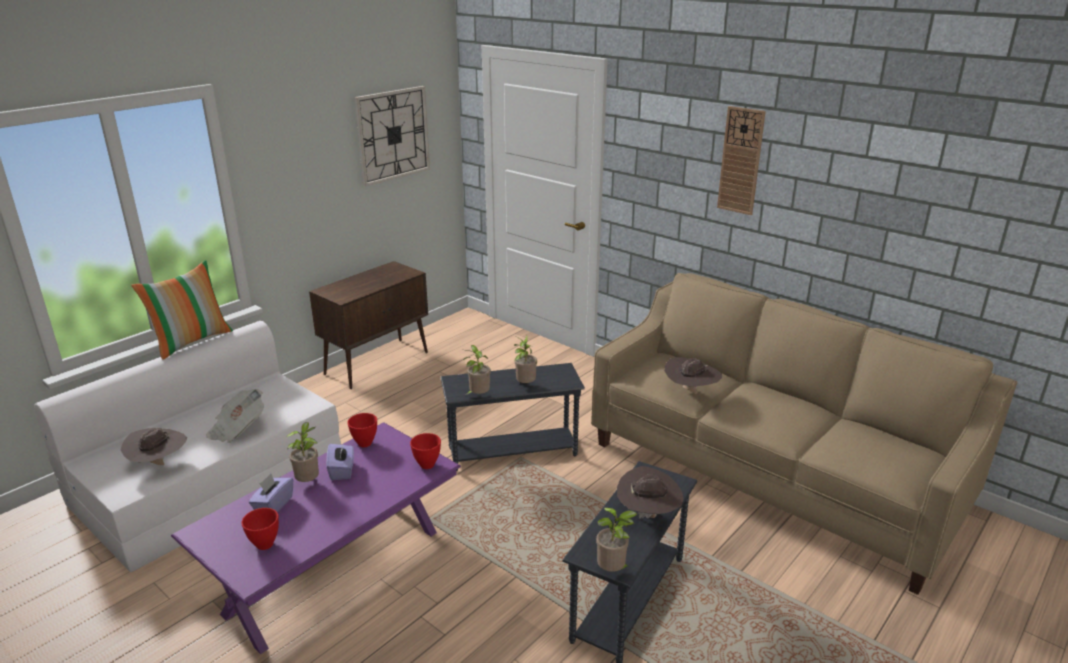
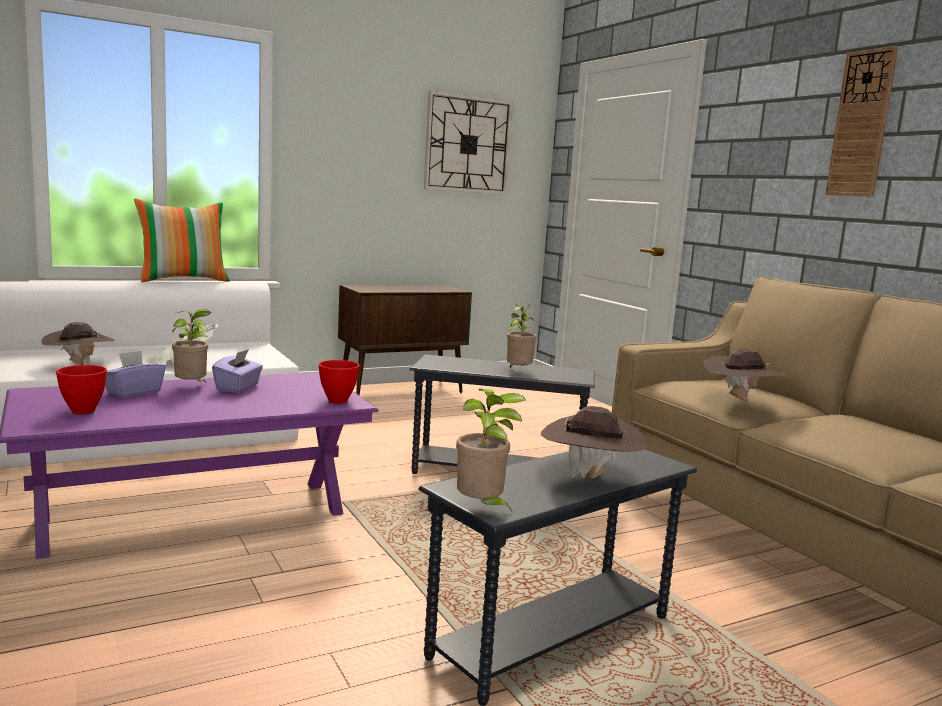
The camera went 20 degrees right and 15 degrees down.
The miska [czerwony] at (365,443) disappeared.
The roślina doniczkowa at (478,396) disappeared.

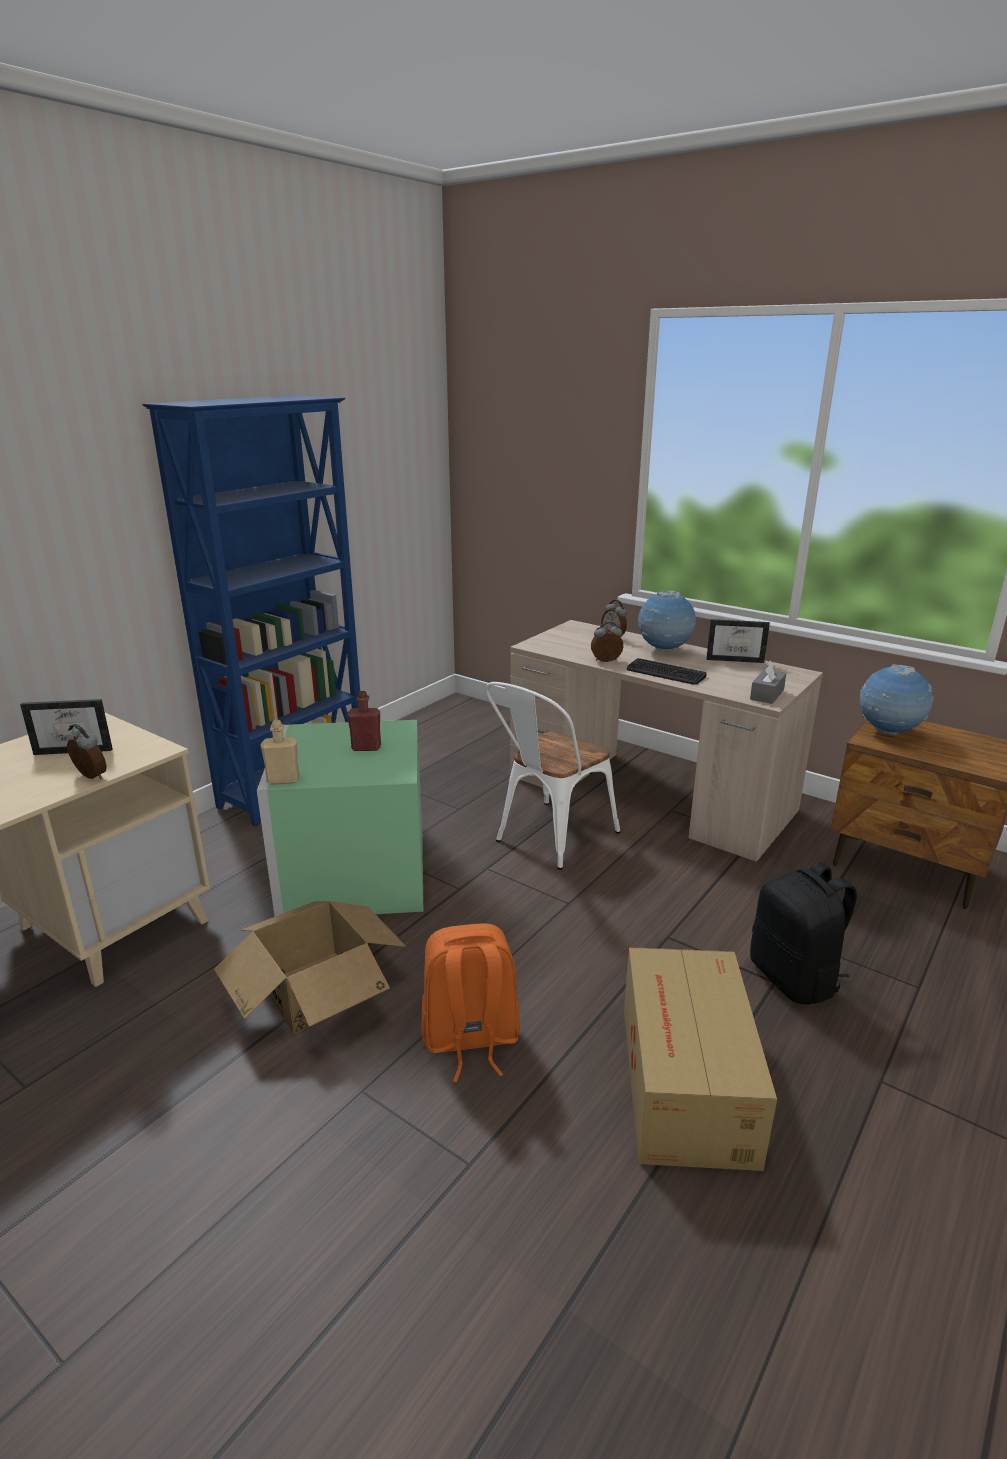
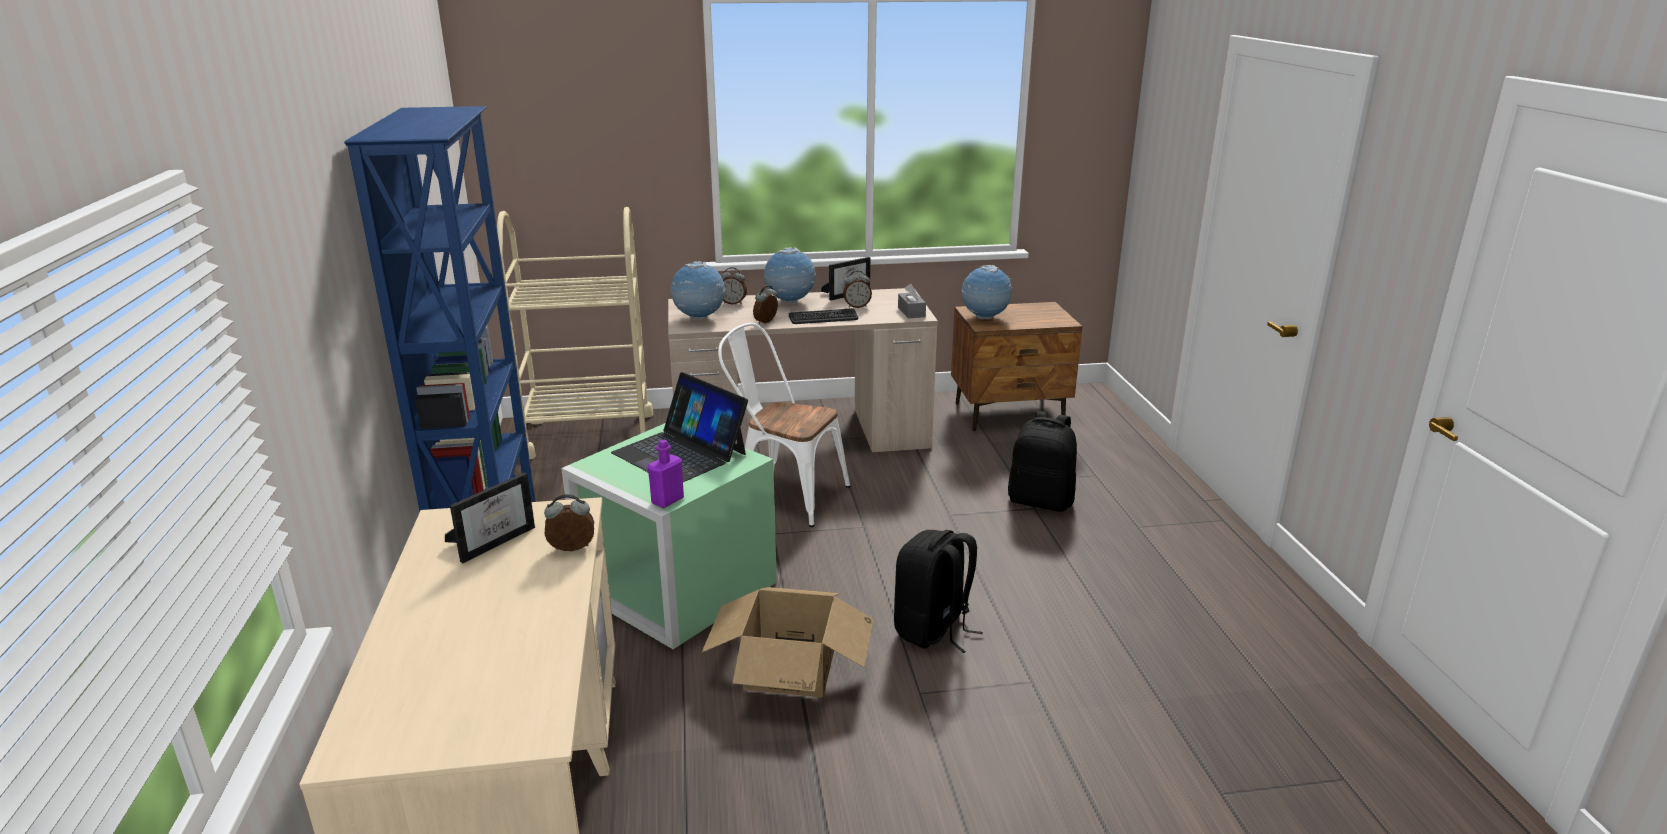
The camera went 45 degrees left and 0 degrees up.
The wózek [beżowy] at (589,435) appeared.
The butelka [czerwony] at (366,747) was replaced by the laptop at (680,453).
The butelka [beżowy] at (283,780) became the butelka [fioletowy] at (667,500).
The globus at (699,319) appeared.
The krzesło [biały] at (549,839) turned 120 degrees clockwise.
The budzik at (857,306) appeared.
The plecak [pomarańczowy] at (470,1040) became the plecak [czarny] at (933,630).
The karton at (685,1084) disappeared.

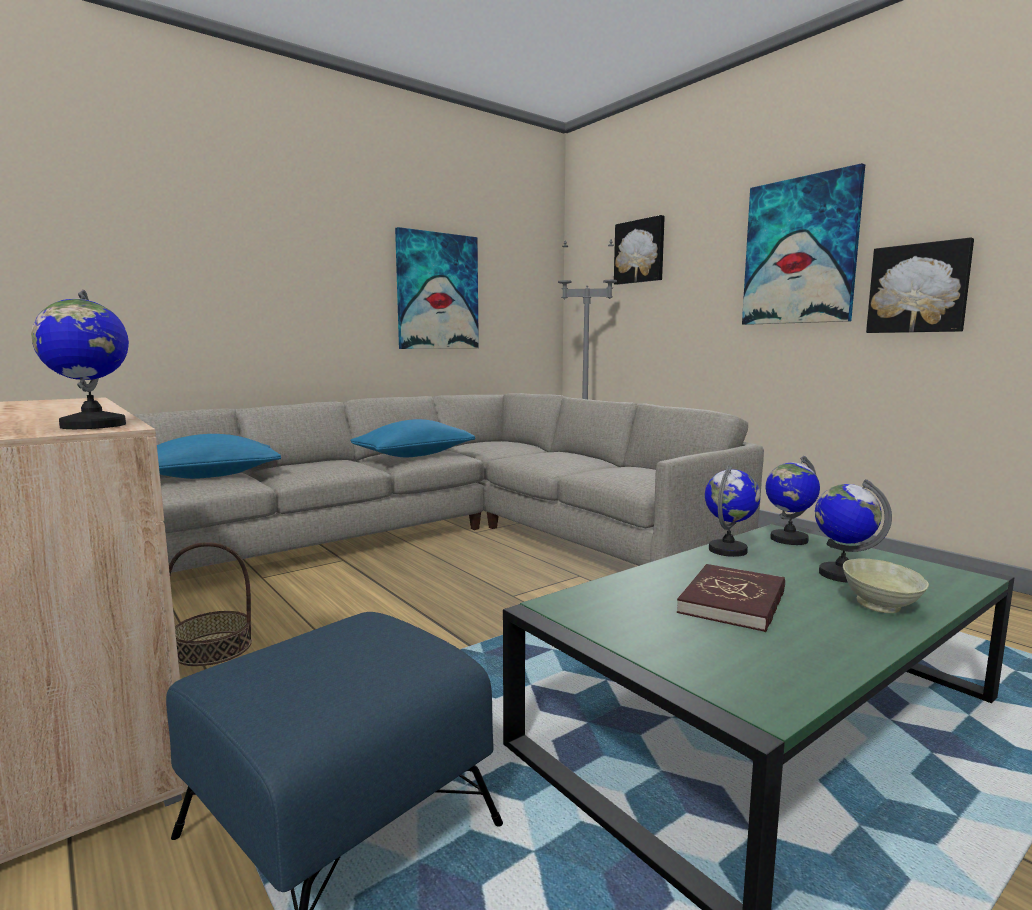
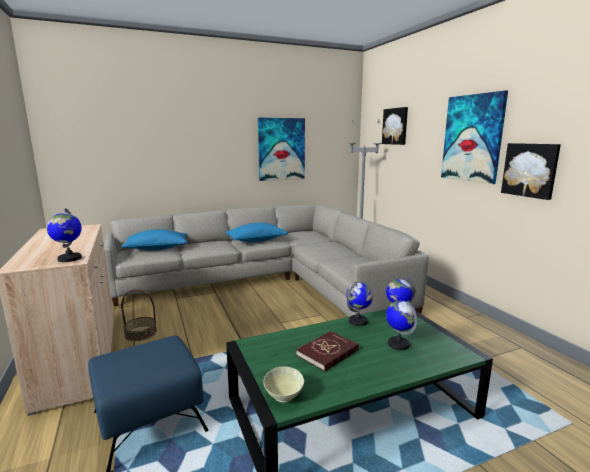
The camera went 15 degrees right and 5 degrees up.
The miska [beżowy] moved from (880,607) to (283,396).

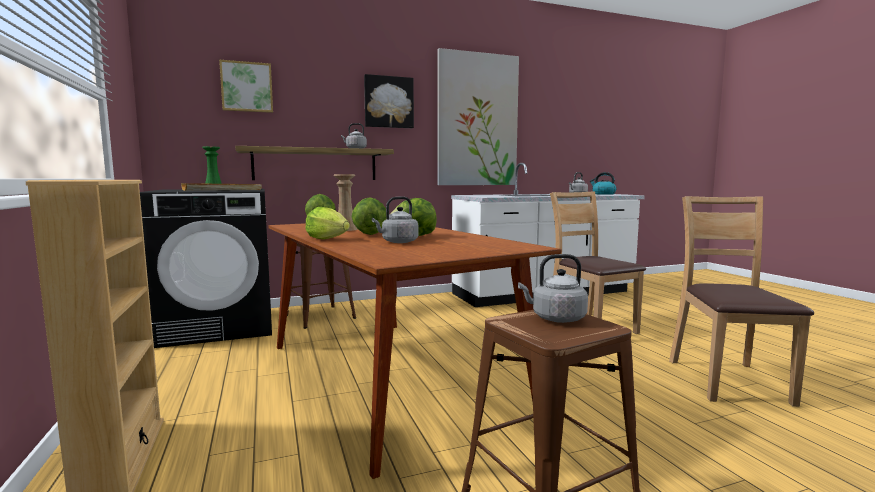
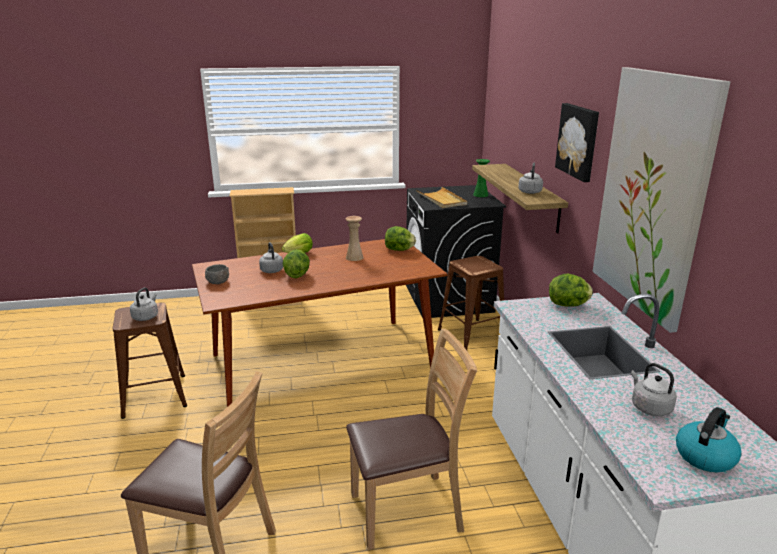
The camera went 100 degrees right and 15 degrees up.
The miska [szary] at (218,281) appeared.
The sałata moved from (370,234) to (568,305).
The obraz at (247,87) disappeared.

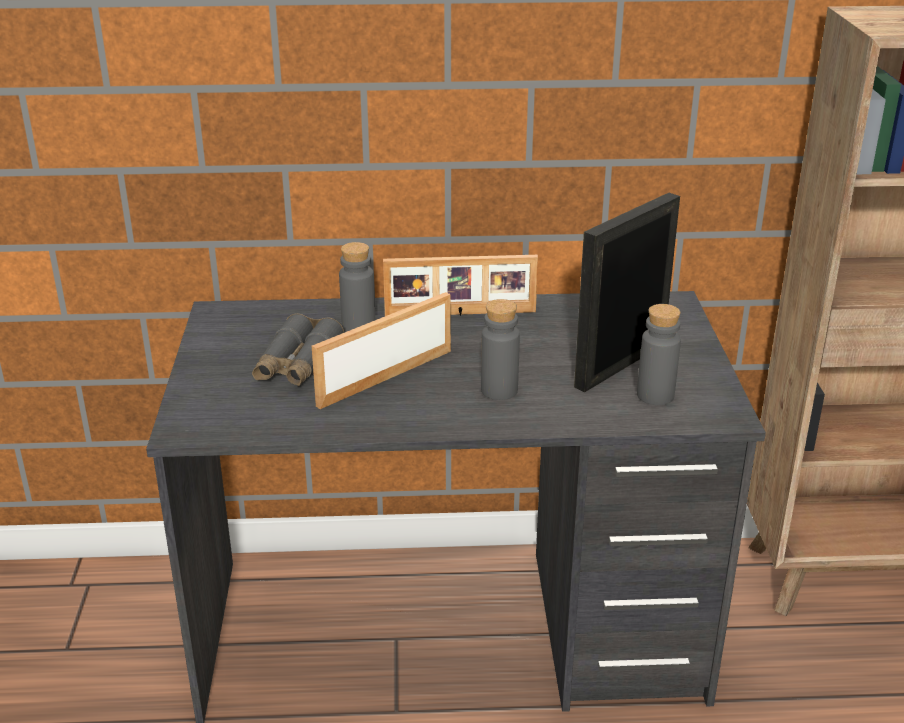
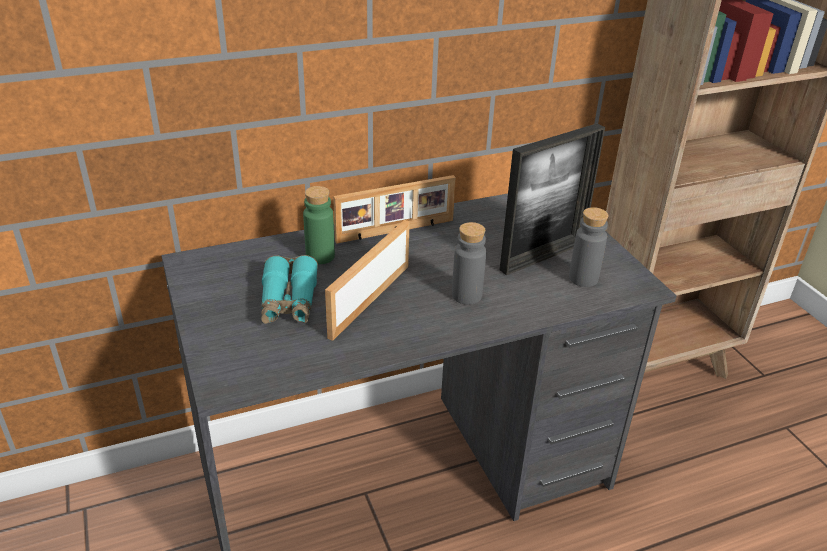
The camera went 20 degrees left and 5 degrees up.
The lornetka [szary] at (297,364) became the lornetka [turkusowy] at (289,301).
The butelka [szary] at (358,326) became the butelka [zielony] at (320,256).
The ramka na zdjęcie at (620,365) turned 150 degrees counterclockwise.

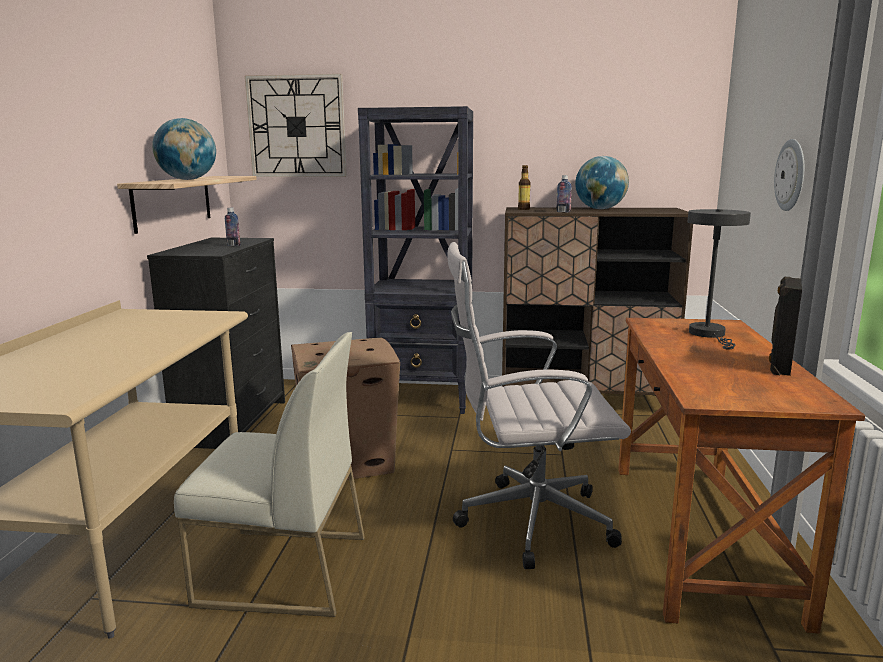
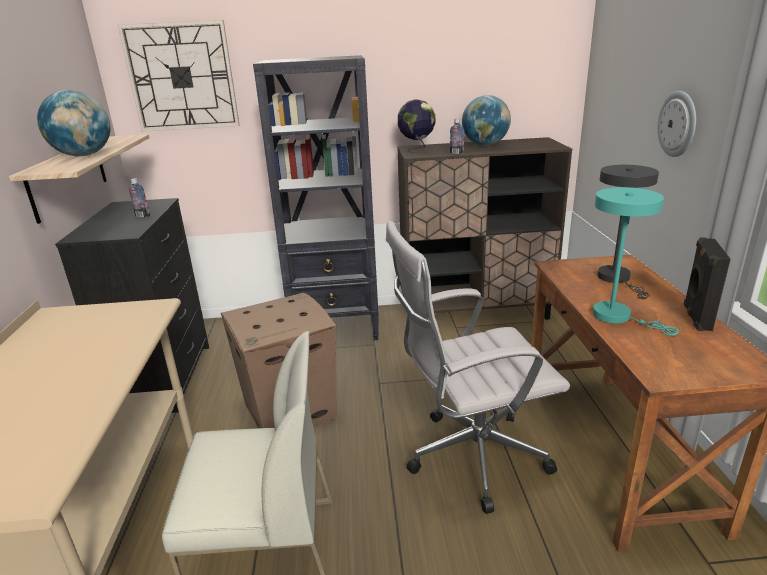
The camera went 10 degrees left and 10 degrees up.
The butelka at (523,209) was replaced by the globus at (416,150).
The lampa stołowa [turkusowy] at (618,317) appeared.

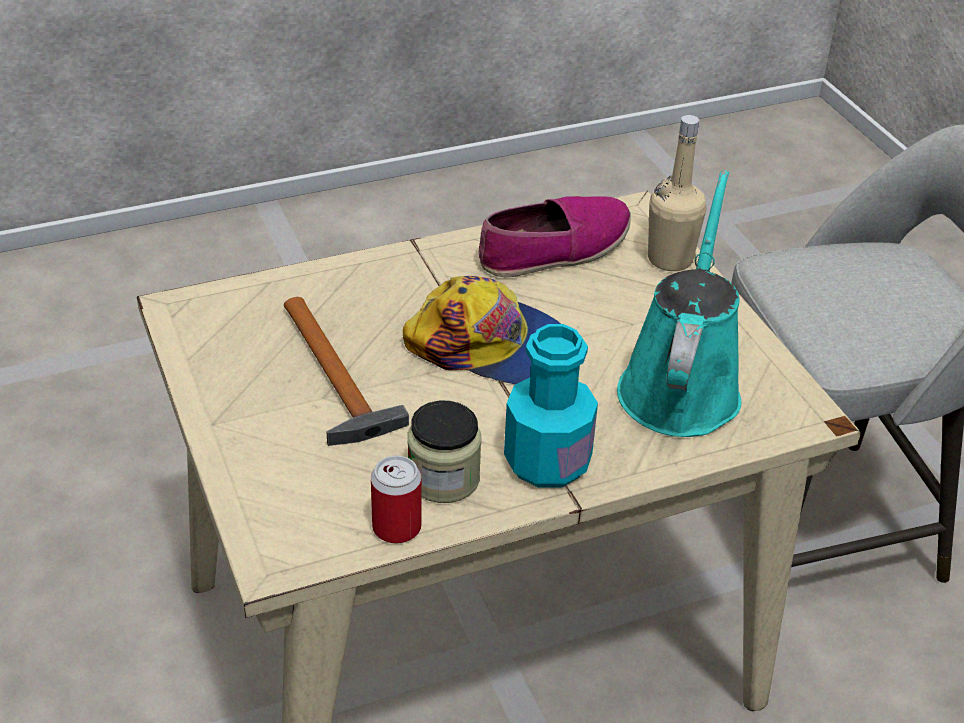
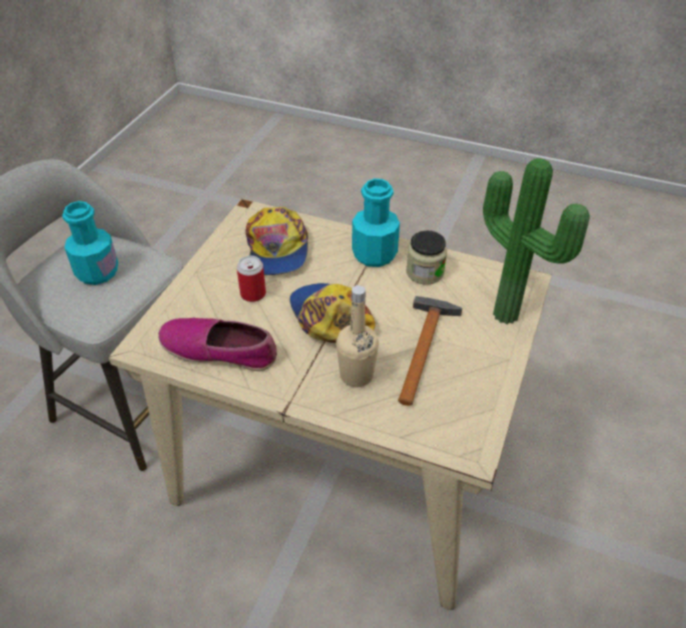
The camera went 135 degrees left and 5 degrees up.
The butelka [turkusowy] at (97,272) appeared.
The puszka moved from (396,527) to (253,294).
The konewka [turkusowy] at (680,386) was replaced by the czapka z daszkiem at (277,249).
The butelka [beżowy] moved from (670,259) to (356,375).
The roślina doniczkowa at (509,312) appeared.

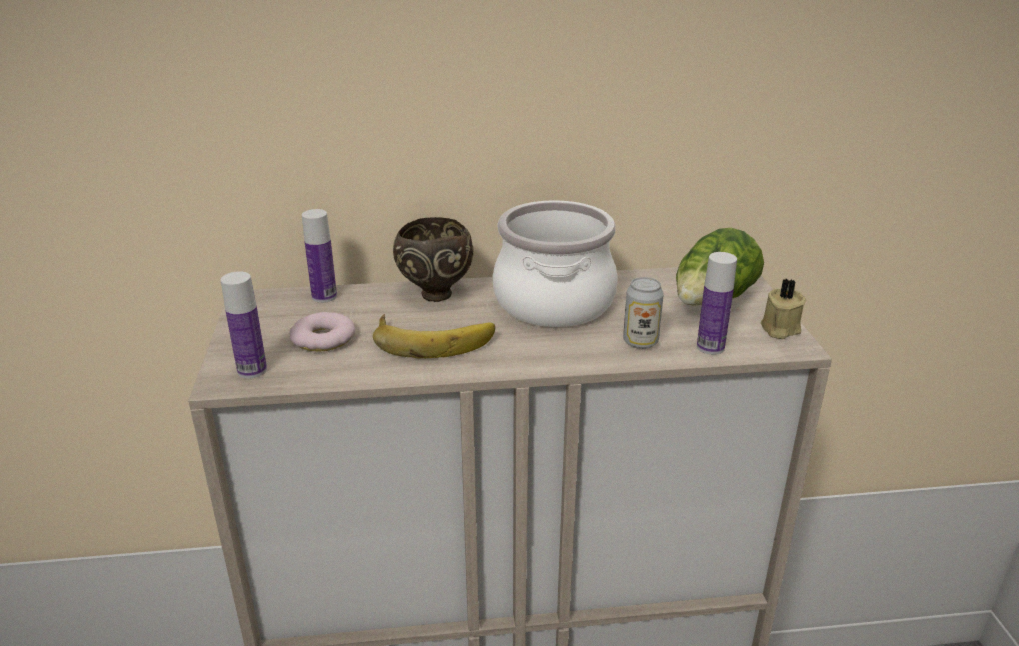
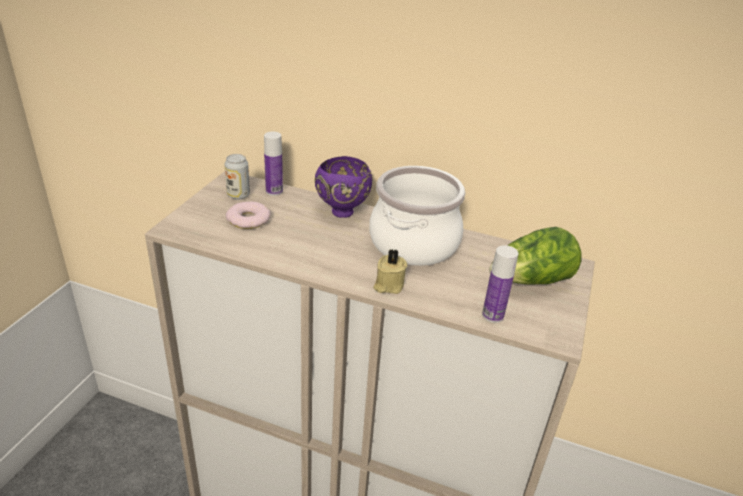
The camera went 25 degrees right and 5 degrees up.
The puszka moved from (640,342) to (238,195).
The miska [brązowy] at (435,294) became the miska [fioletowy] at (342,211).
The świeca [beżowy] moved from (779,329) to (388,285).
The butelka at (252,370) disappeared.
The banan at (433,338) disappeared.

